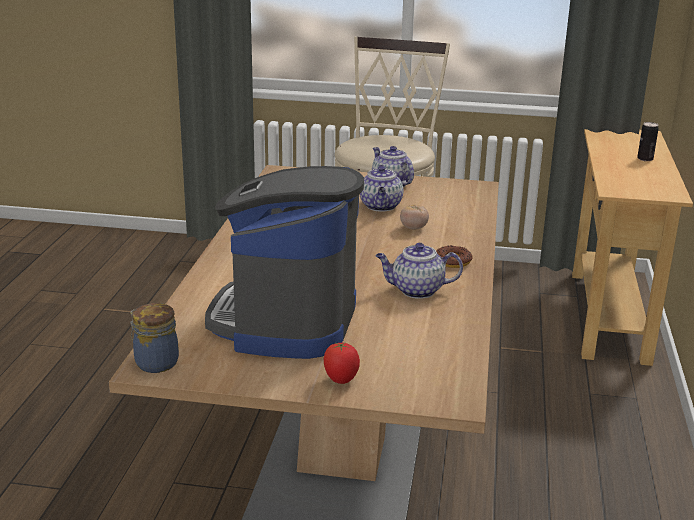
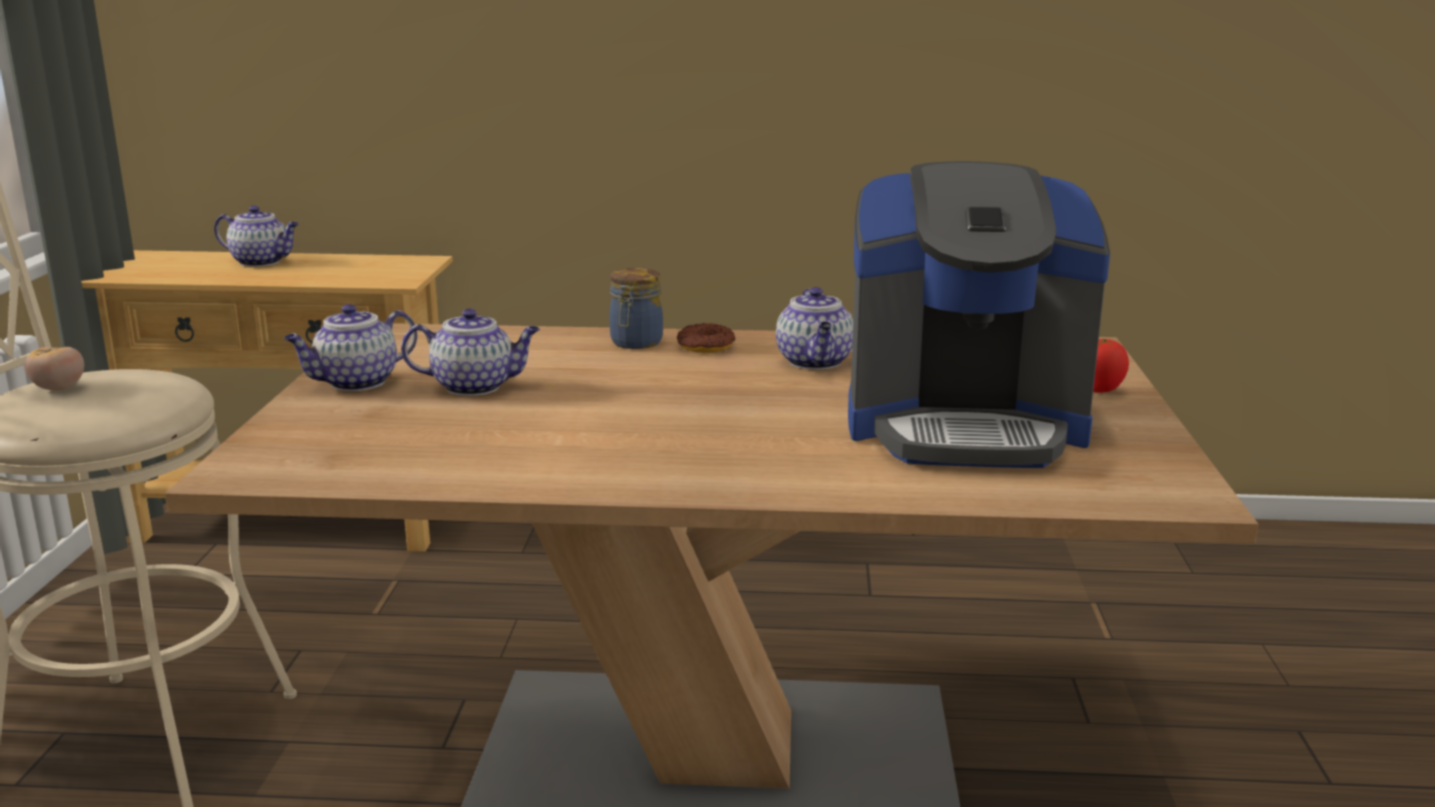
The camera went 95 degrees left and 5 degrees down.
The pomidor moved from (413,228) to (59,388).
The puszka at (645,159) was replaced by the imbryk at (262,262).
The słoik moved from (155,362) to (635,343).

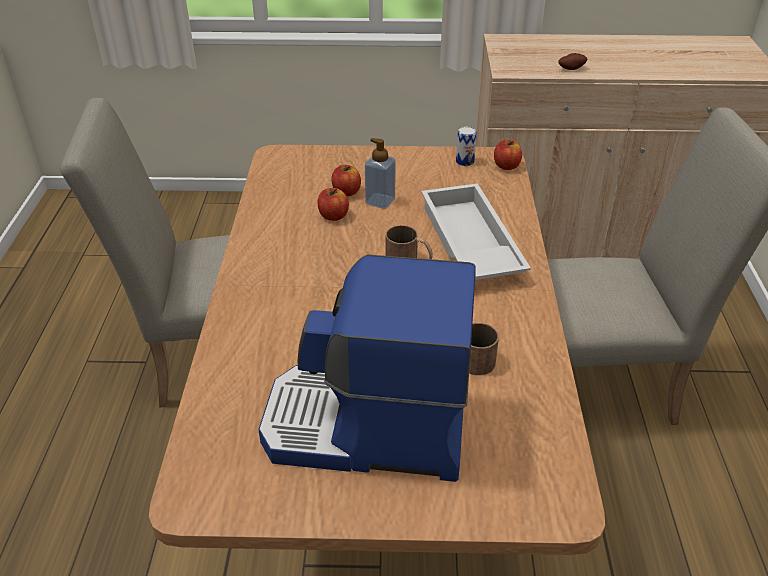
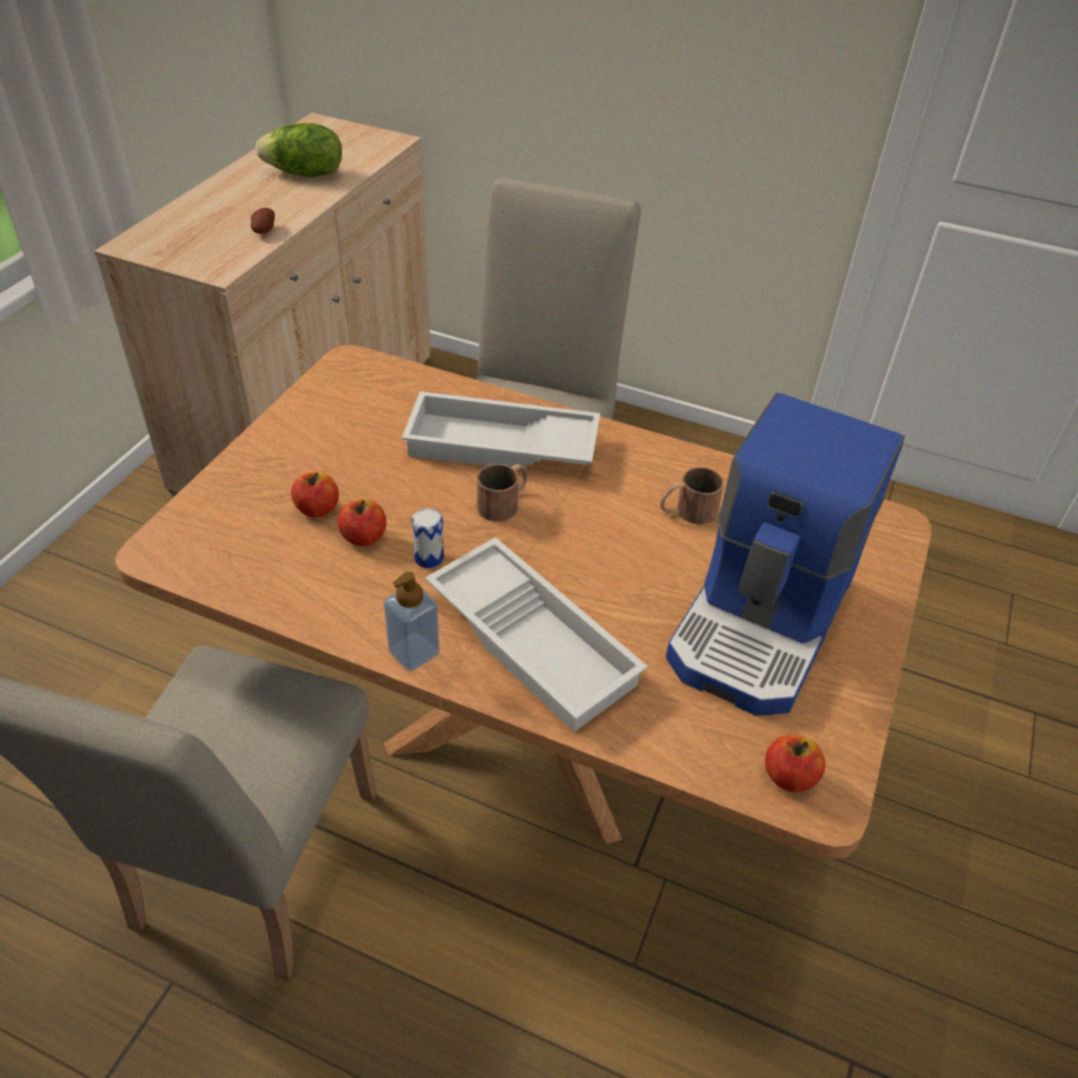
The camera went 70 degrees left and 5 degrees up.
The sałata at (305,174) appeared.
The dozownik mydła moved from (380,201) to (414,652).
The puszka moved from (465,161) to (429,558).
The taca [biały] at (535,640) appeared.
The jabłko moved from (506,166) to (789,777).

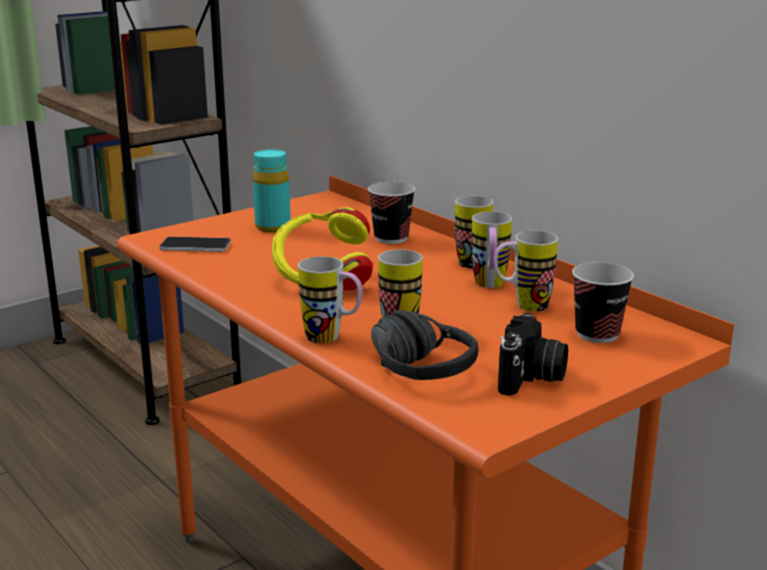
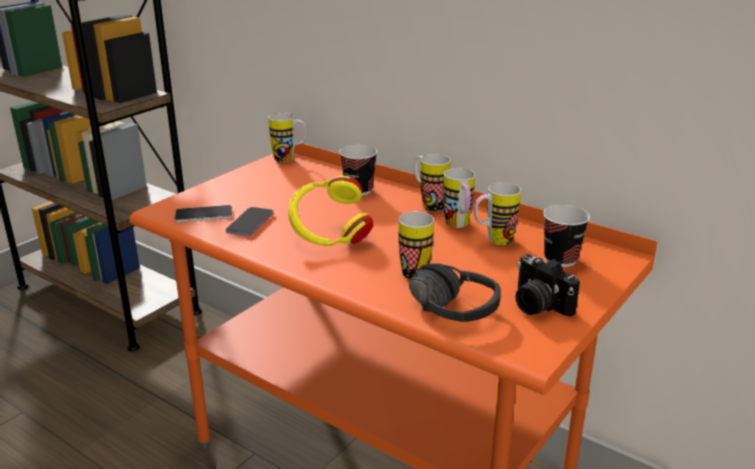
The camera went 15 degrees left and 5 degrees up.
The telefon at (250,223) appeared.
The kubek moved from (332,338) to (290,159).
The aparat fotograficzny at (531,378) turned 135 degrees clockwise.
The butelka [turkusowy] at (273,227) disappeared.

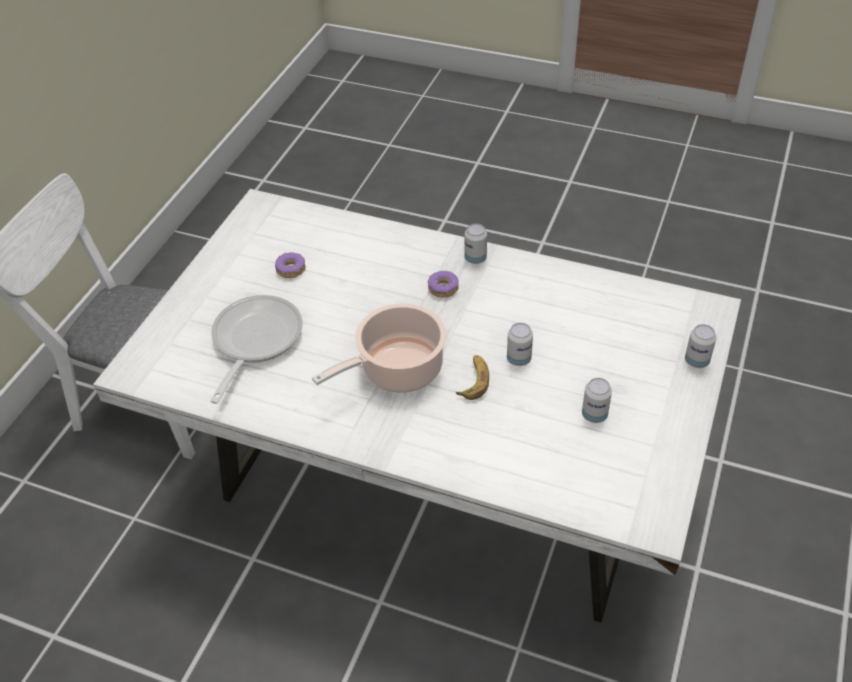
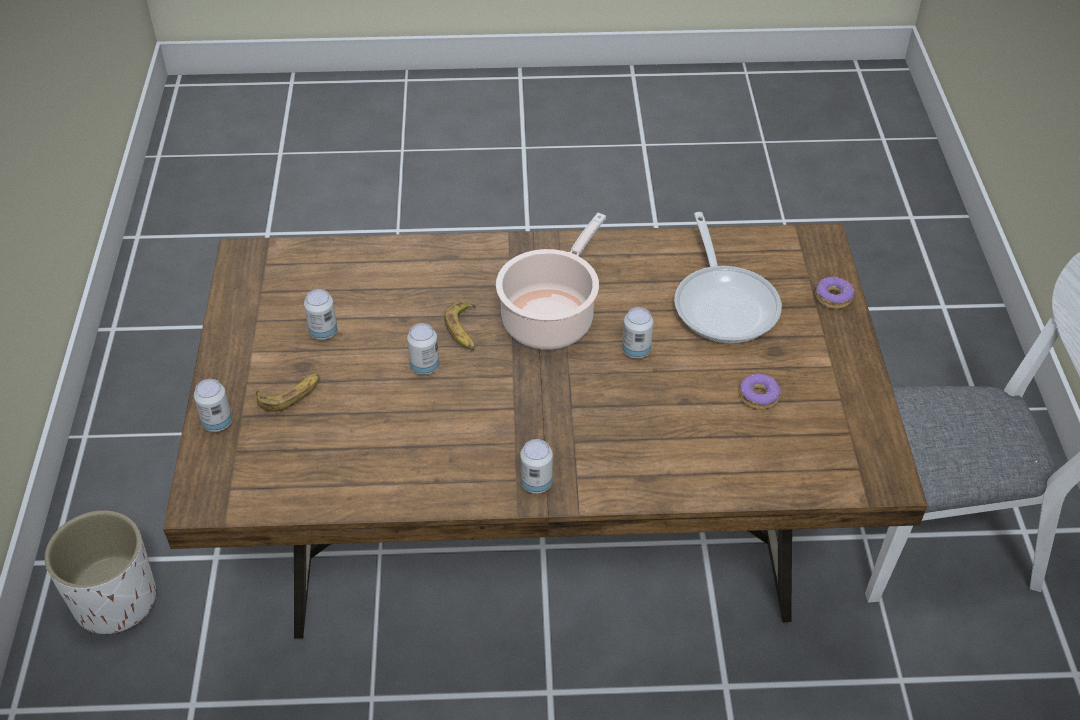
The camera went 155 degrees right and 0 degrees up.
The donica [biały] at (115,600) appeared.
The stół jadalny [biały] at (429,491) became the stół jadalny [brązowy] at (543,542).
The banan at (290,395) appeared.
The puszka at (636,351) appeared.
The donut moved from (443,288) to (833,298).

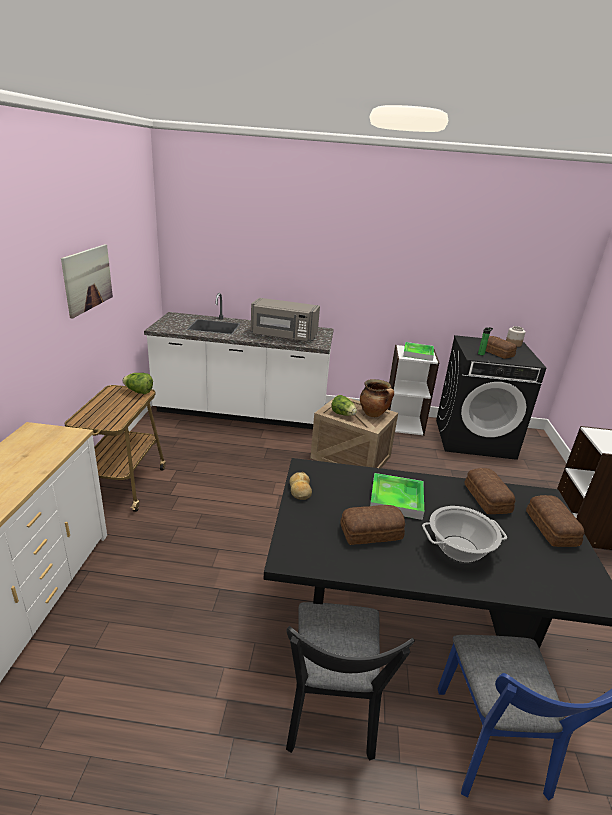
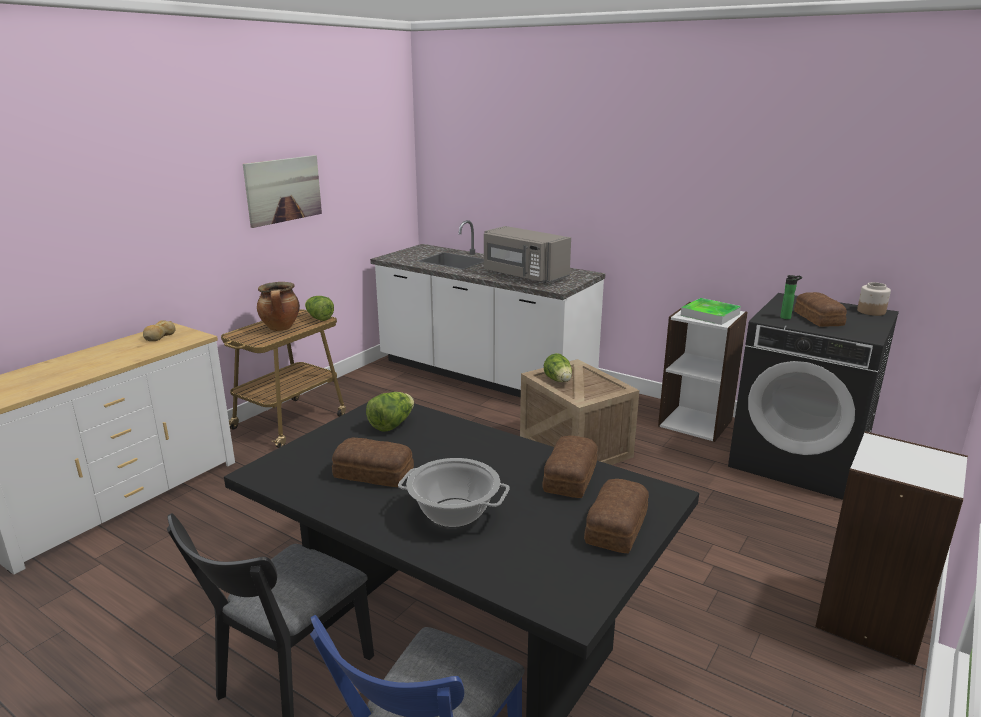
The camera went 30 degrees right and 5 degrees down.
The chleb moved from (300,490) to (159,336).
The garnek moved from (374,414) to (281,328).
The sałata at (392,425) appeared.
The taca at (396,499) disappeared.

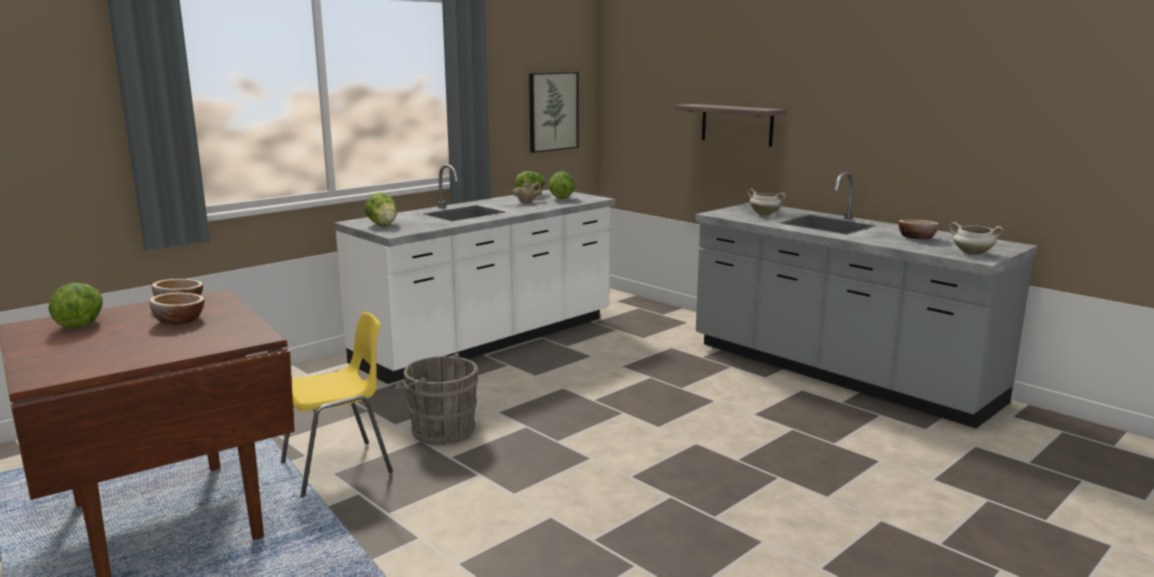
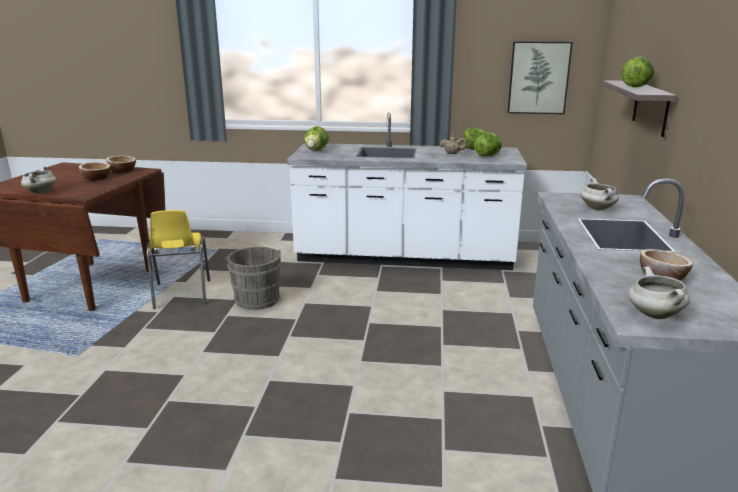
The camera went 50 degrees right and 5 degrees up.
The garnek [biały] at (40,192) appeared.
The krzesło [żółty] at (339,467) turned 60 degrees clockwise.
The sałata moved from (81,324) to (635,86).

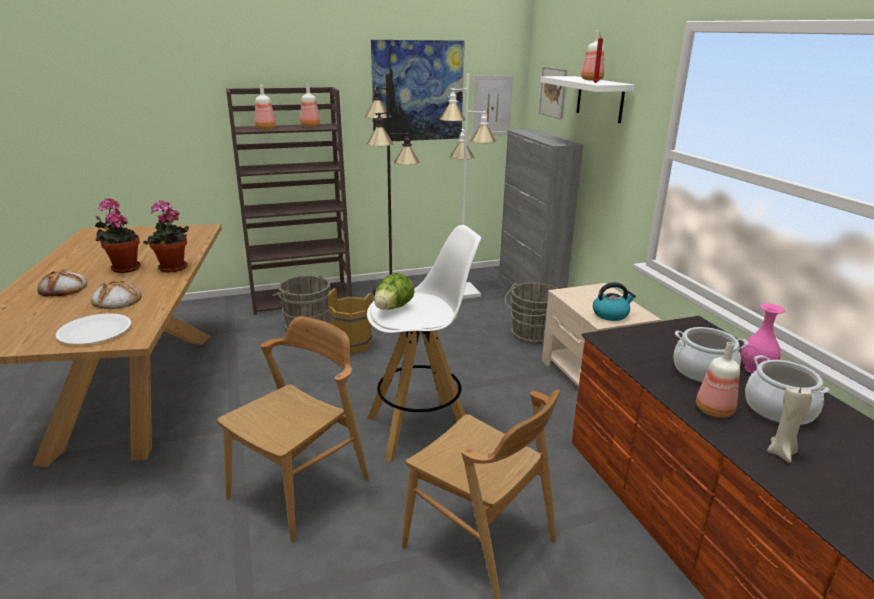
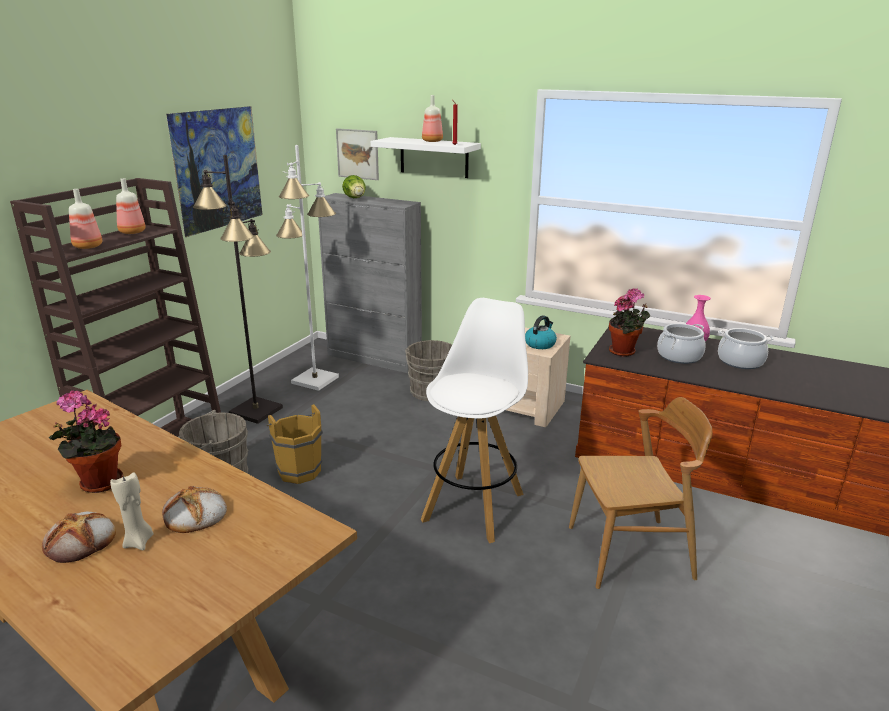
The camera went 45 degrees left and 0 degrees up.
The świeca [beżowy] moved from (781,453) to (139,542).
The sałata moved from (393,308) to (355,198).
The roślina doniczkowa moved from (173,269) to (624,352).
The talerz [biały] at (94,331) disappeared.
The krzesło [brązowy] at (300,488) disappeared.
The obraz at (492,106) disappeared.
The butelka at (714,411) disappeared.

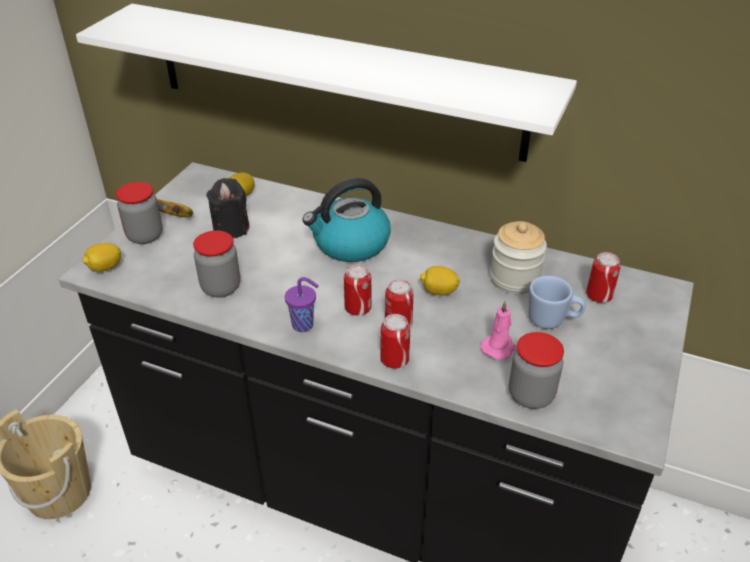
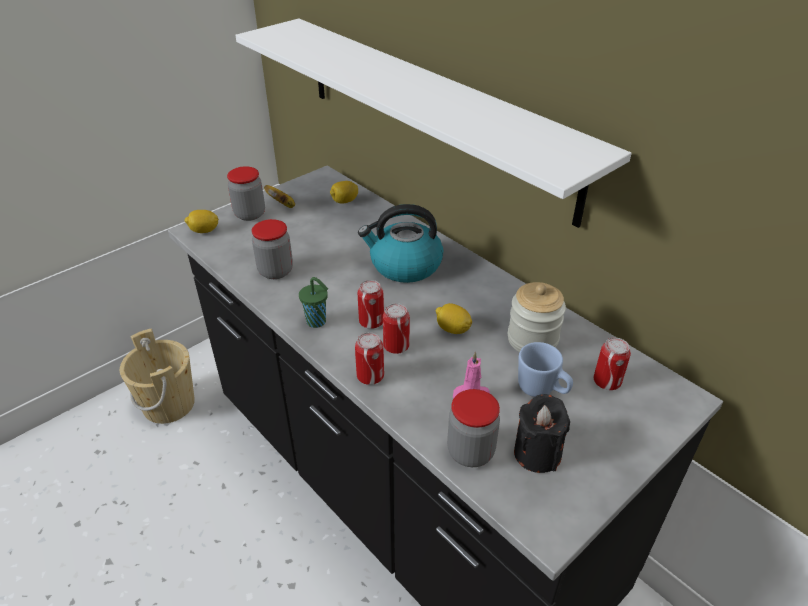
The camera went 25 degrees right and 0 degrees up.
The filiżanka [fioletowy] at (304,325) became the filiżanka [zielony] at (317,322).
The świeca [czarny] moved from (231,228) to (537,453).

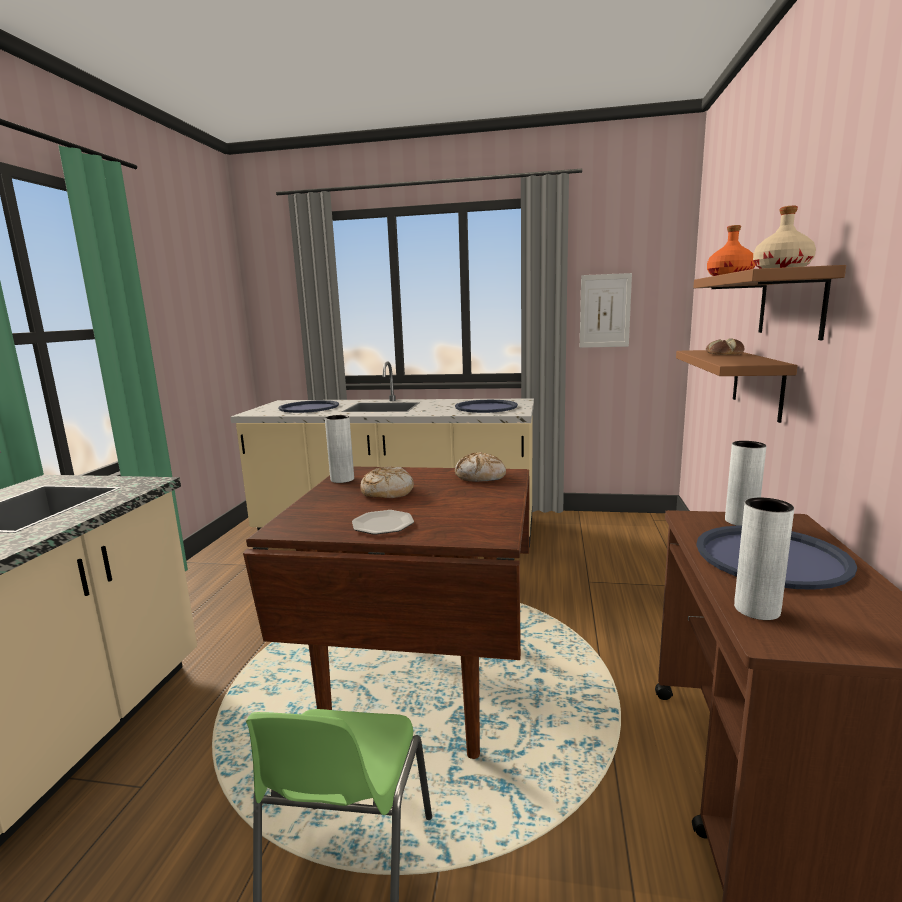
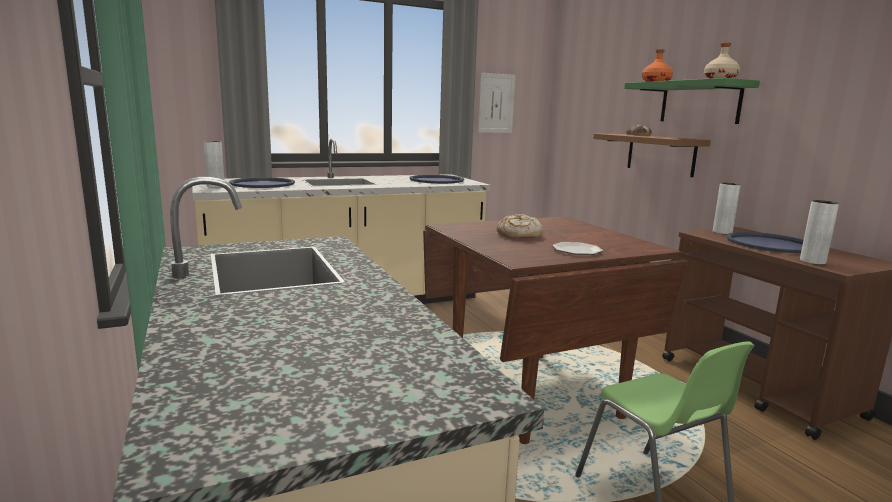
The camera went 35 degrees left and 0 degrees up.
The wazon [szary] moved from (342,479) to (215,186).
The półka [brązowy] at (791,304) became the półka [zielony] at (699,102).
The chleb at (480,476) disappeared.

